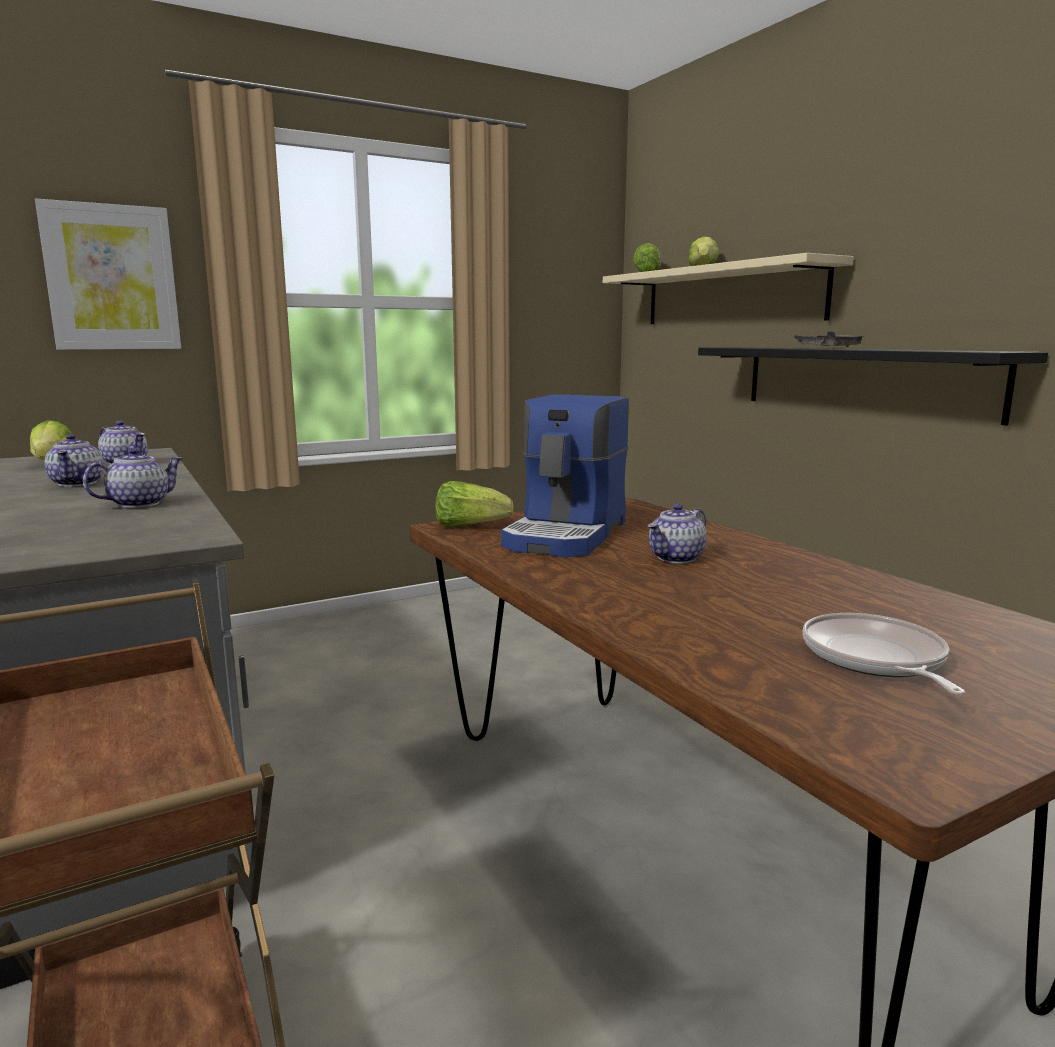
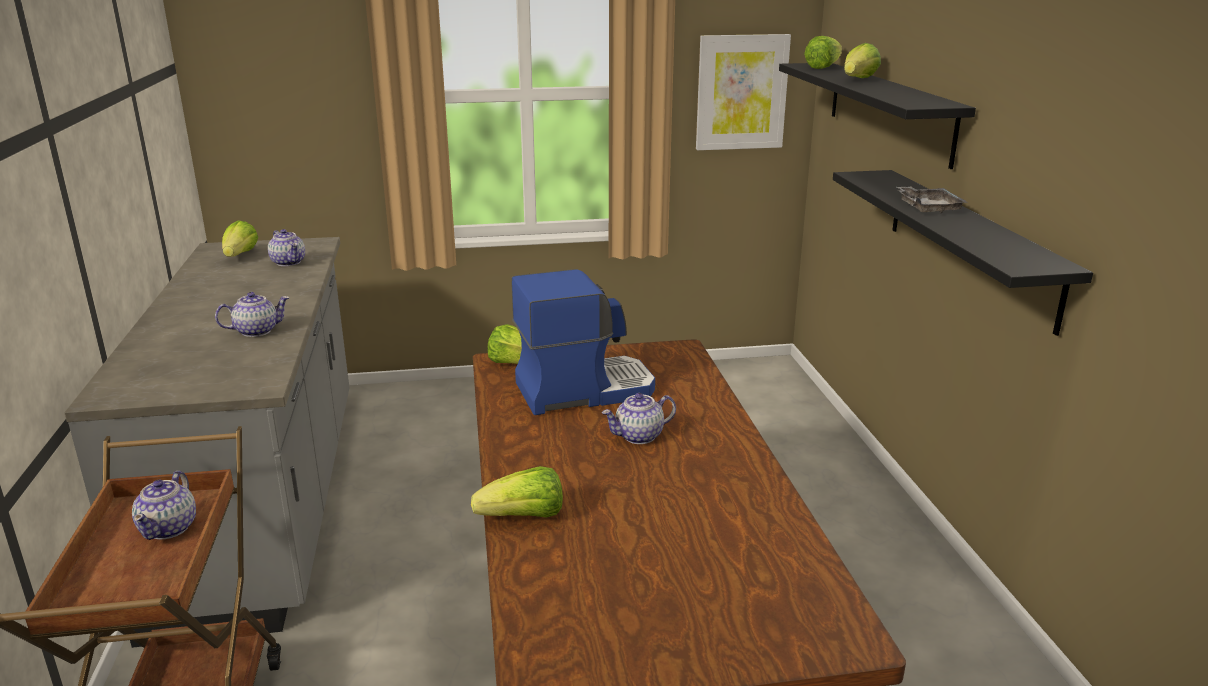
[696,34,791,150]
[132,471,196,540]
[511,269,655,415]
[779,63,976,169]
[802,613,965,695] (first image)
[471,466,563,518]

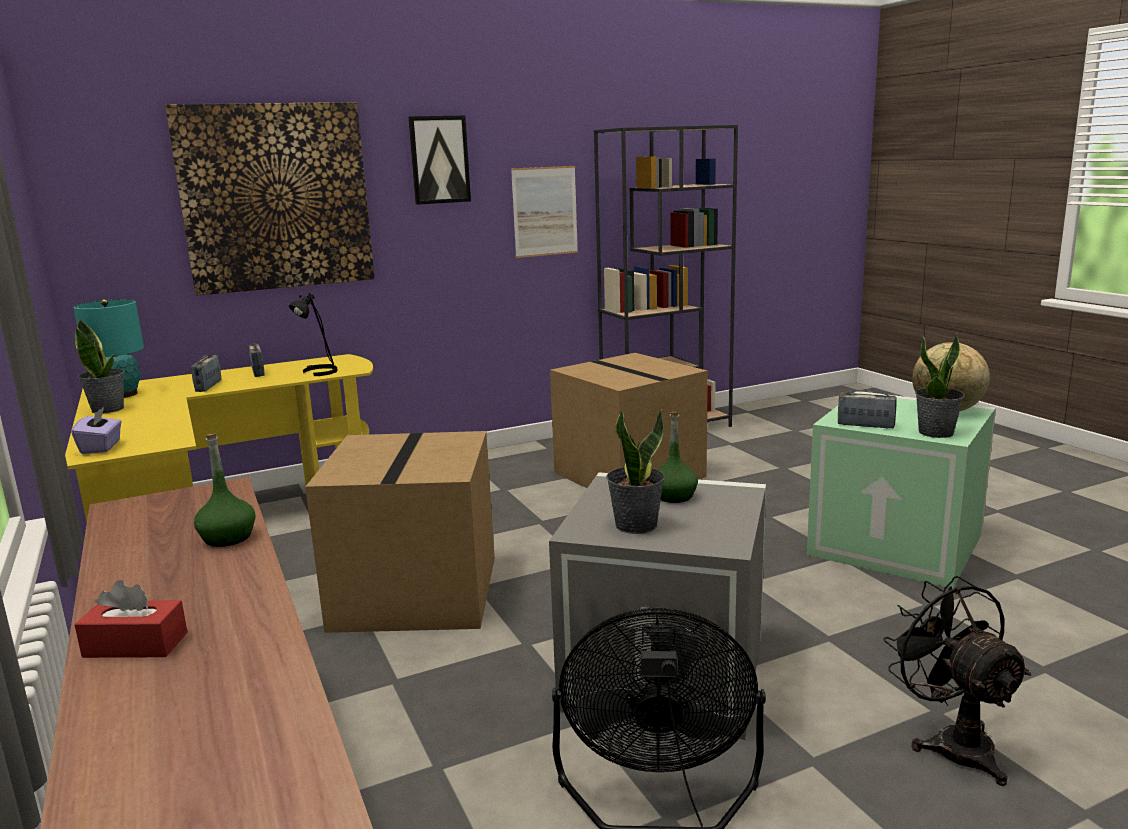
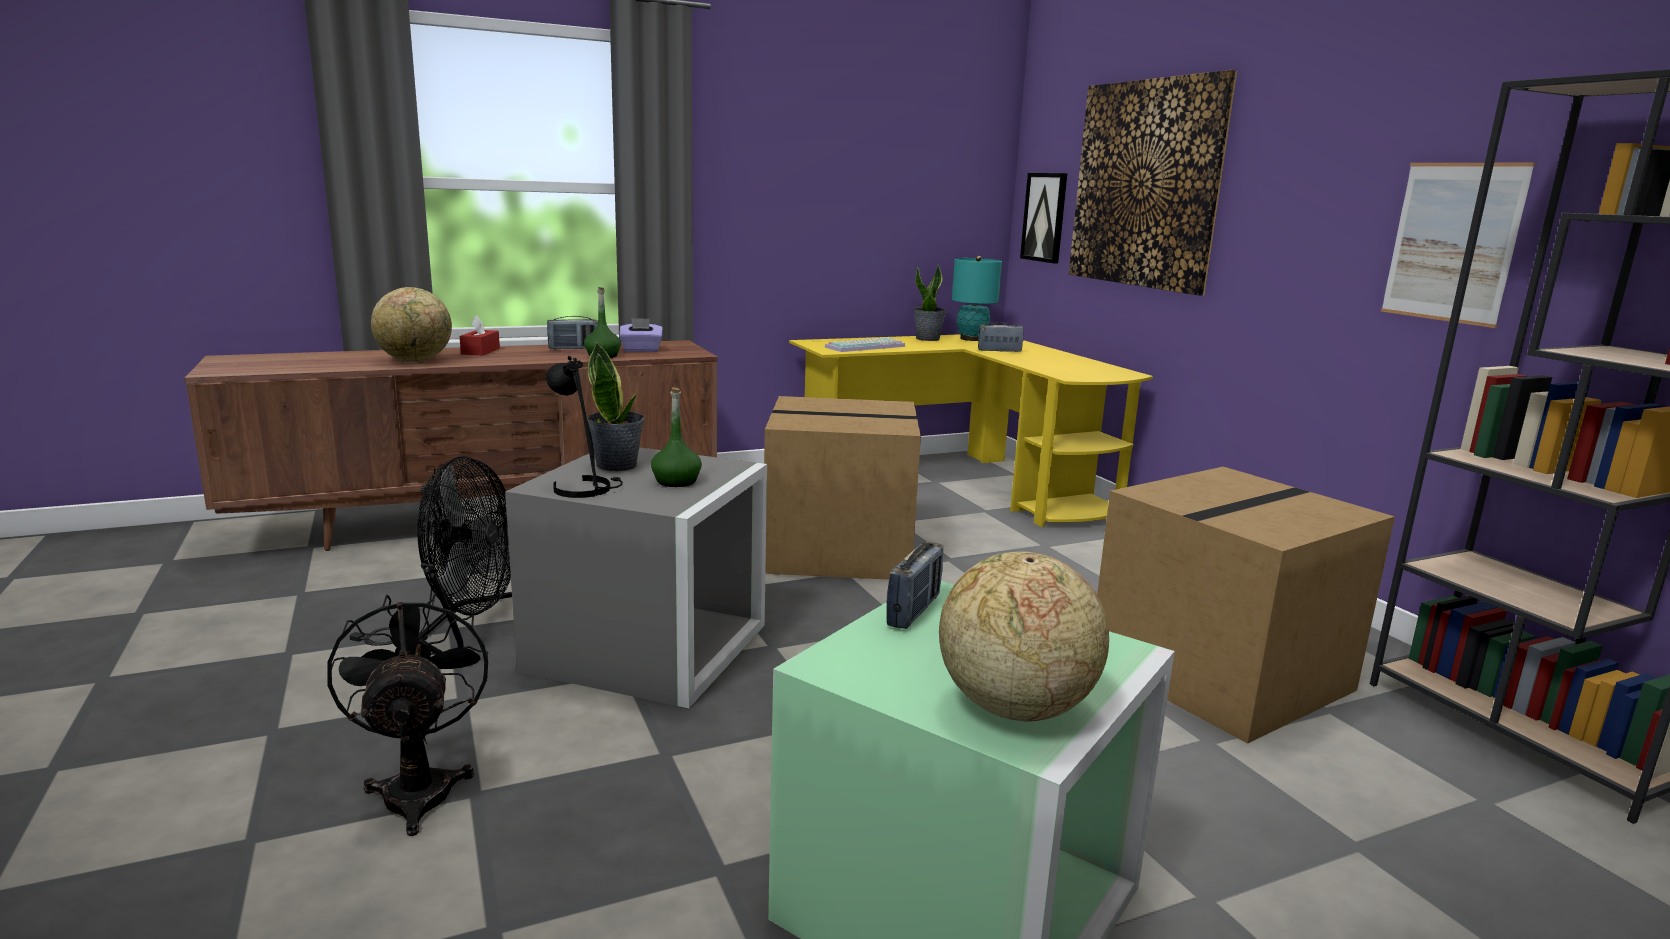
[619,318,663,352]
[547,316,598,350]
[545,356,623,498]
[1020,173,1067,263]
[327,593,488,836]
[915,332,965,438] (first image)
[371,287,452,362]
[825,338,905,352]

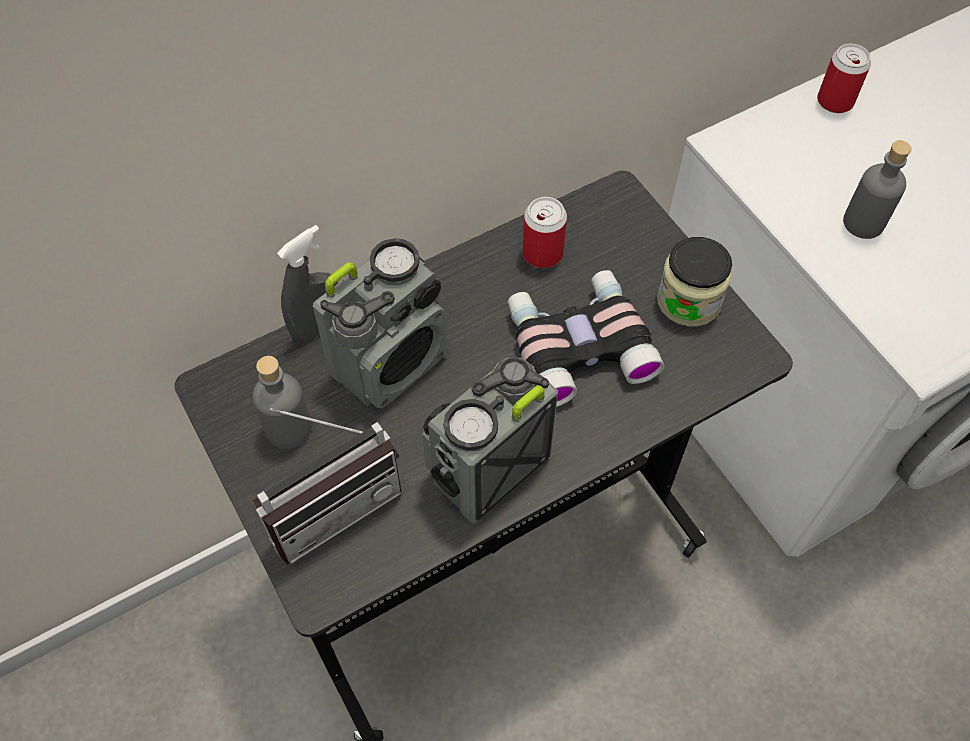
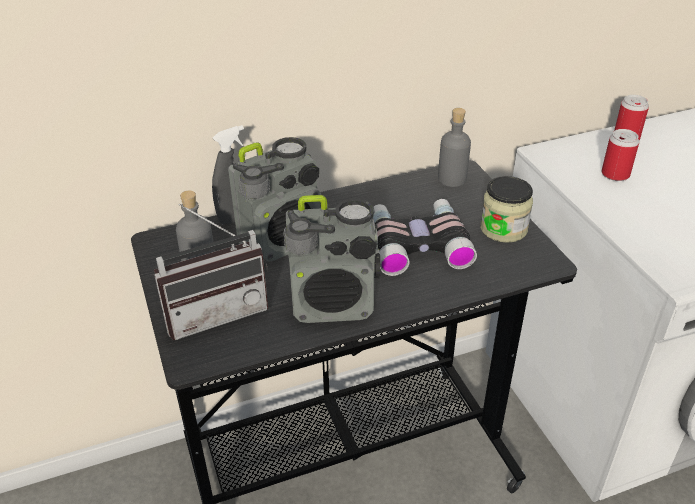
[284,195,381,323]
[602,129,639,181]
[438,108,471,187]

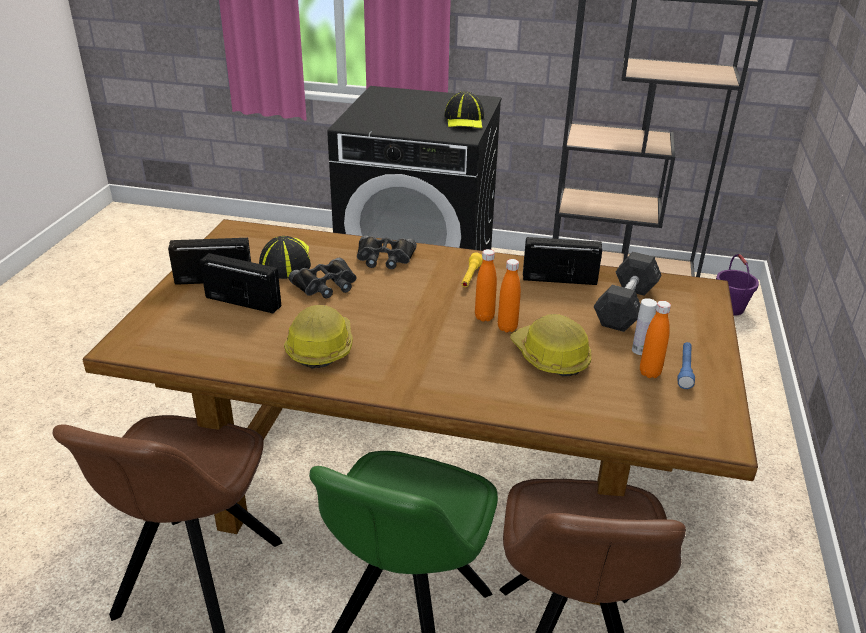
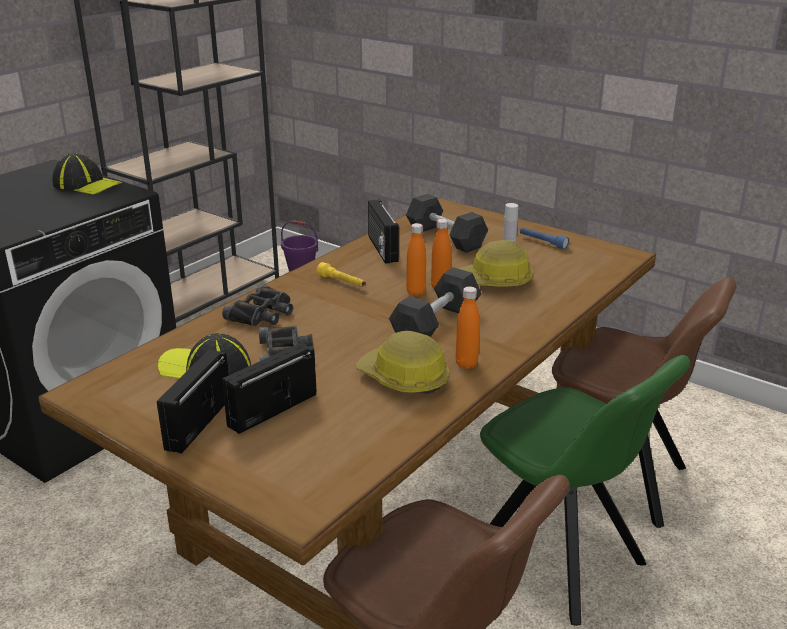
[368,200,399,264]
[455,287,480,369]
[389,267,482,337]

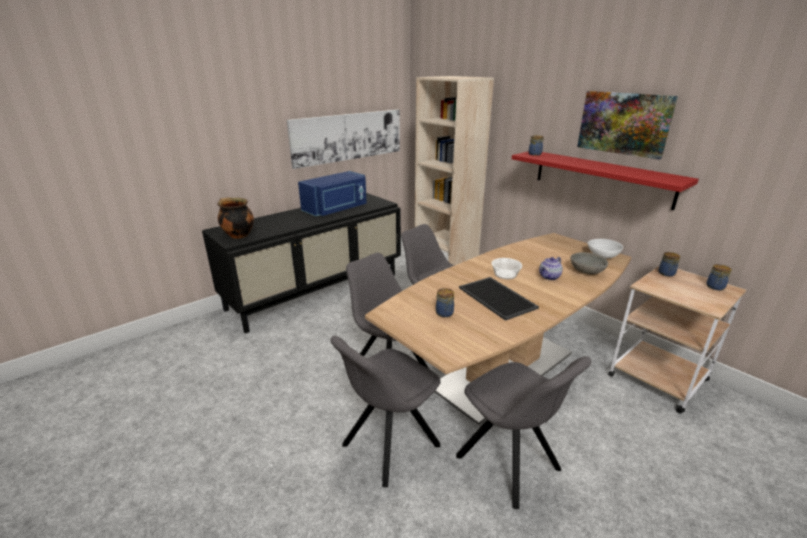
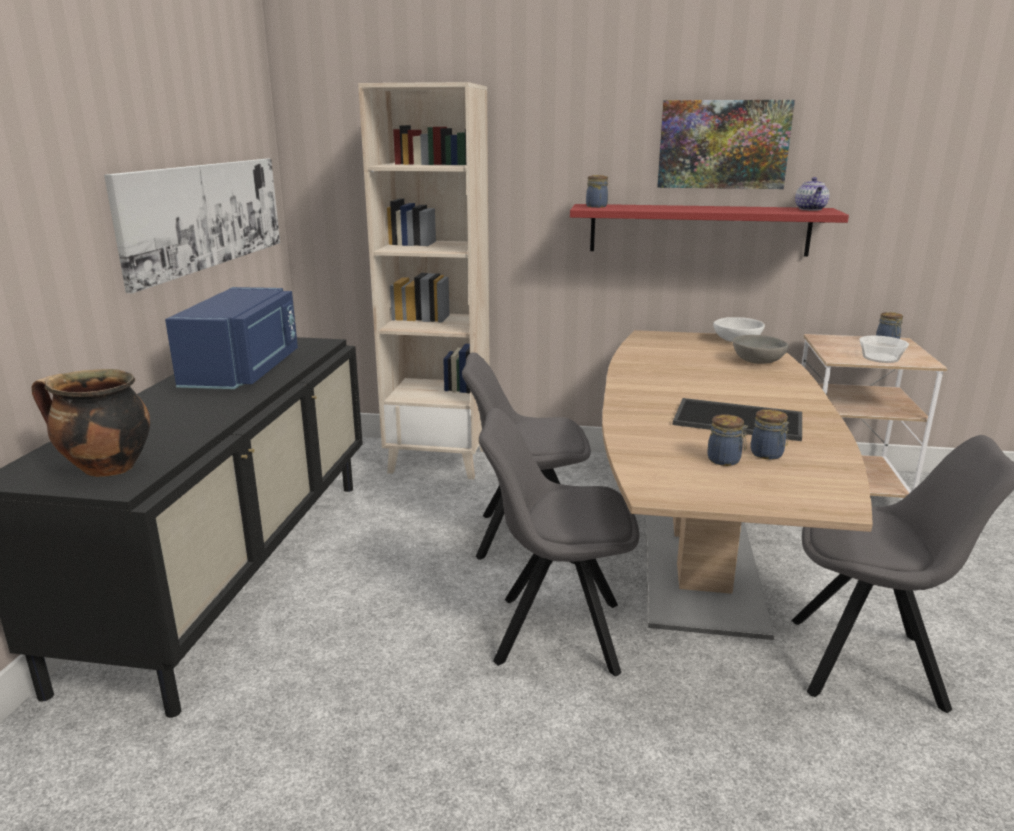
[331,336,441,487] (first image)
[859,336,909,363]
[795,177,830,211]
[751,409,789,460]

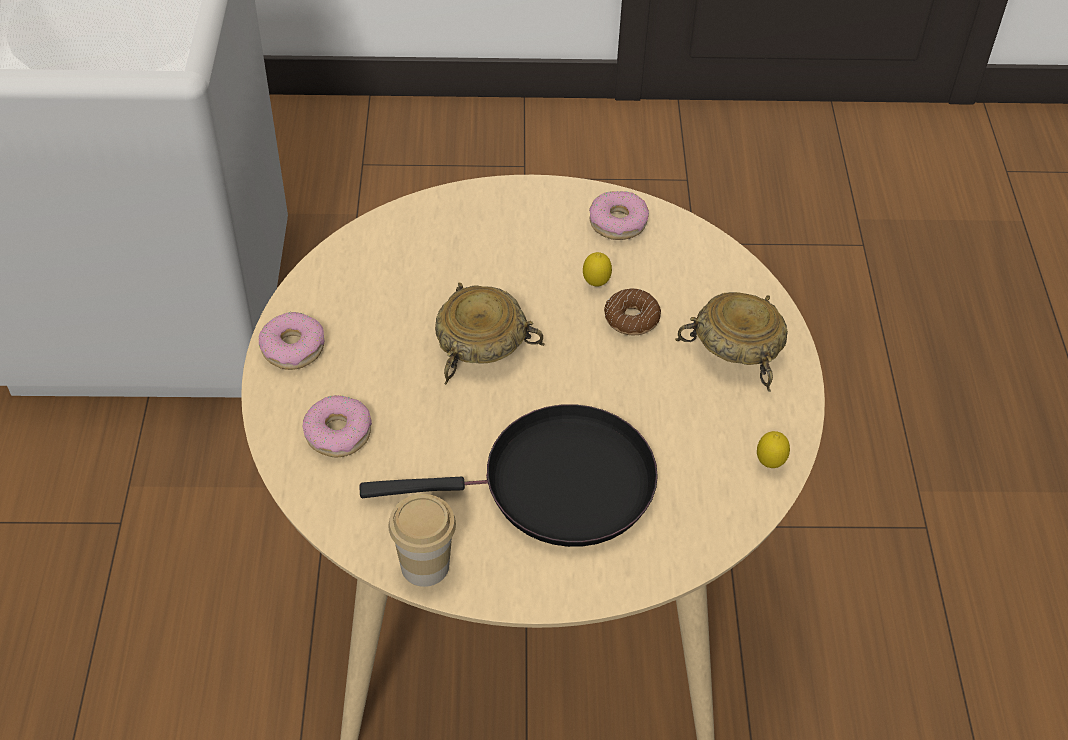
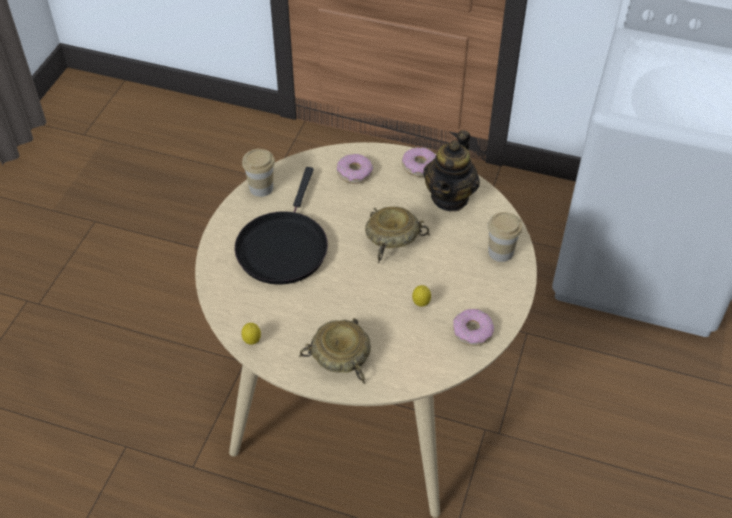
[604,288,661,335] (first image)
[423,130,480,211]
[488,212,522,262]

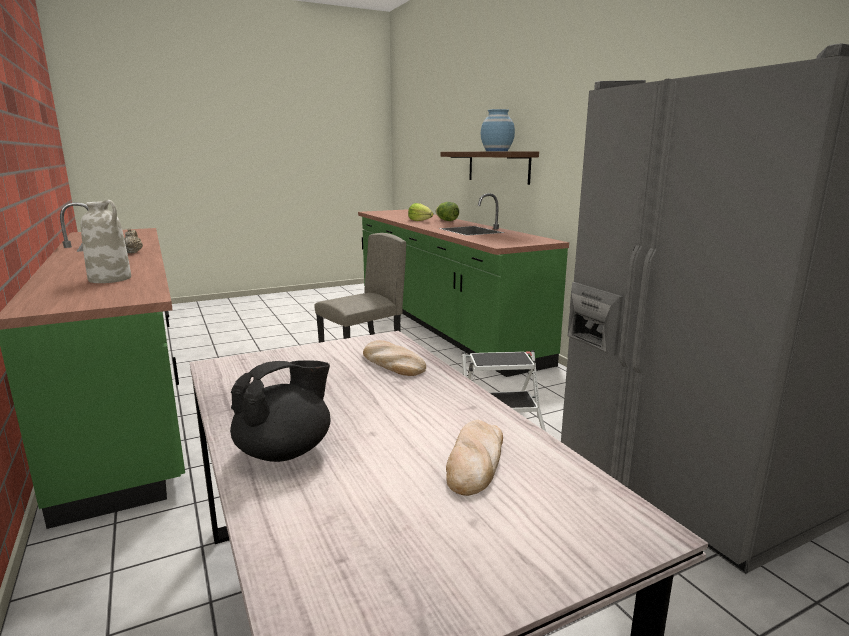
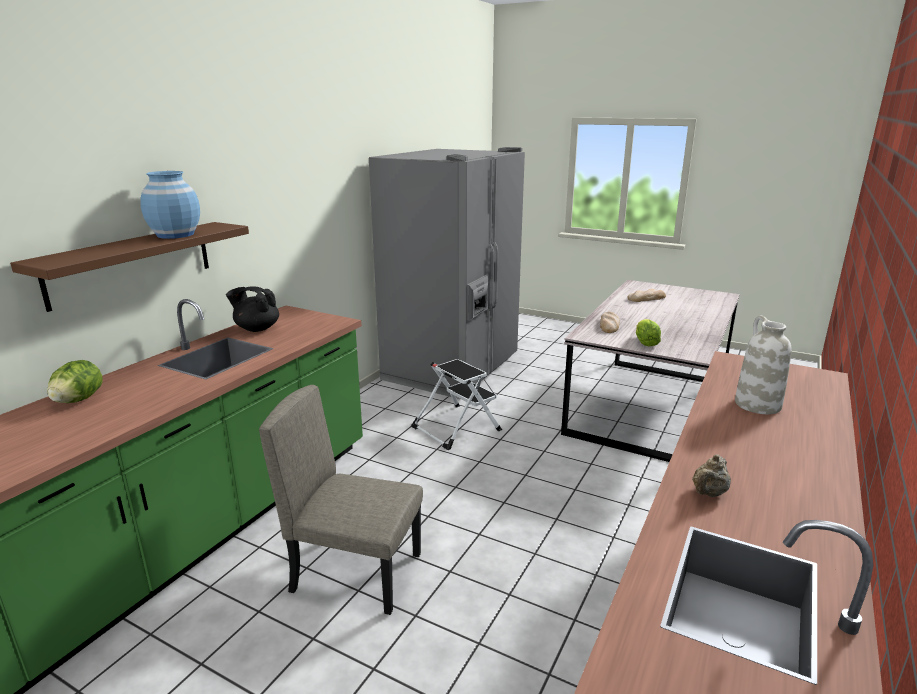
[226,286,279,332]
[636,319,661,346]

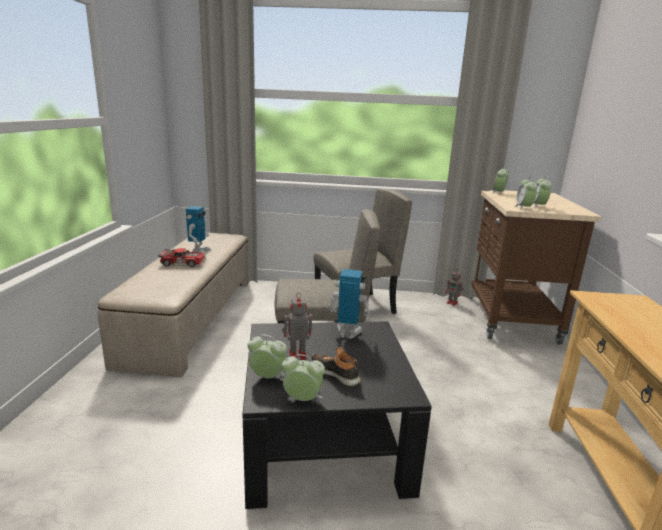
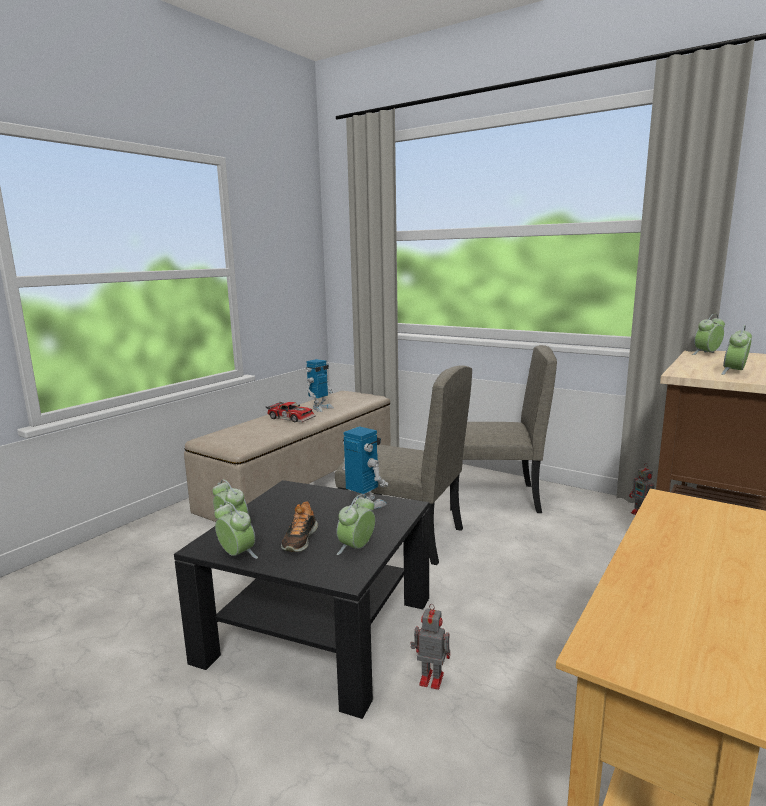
[410,604,450,690]
[281,501,318,552]
[337,494,375,555]

